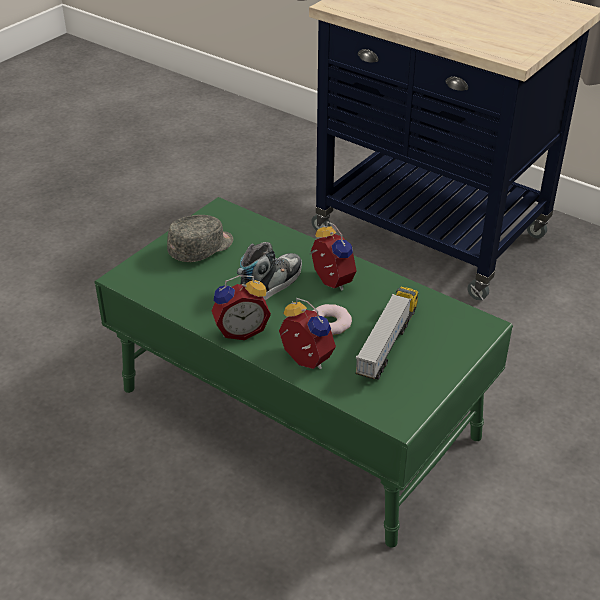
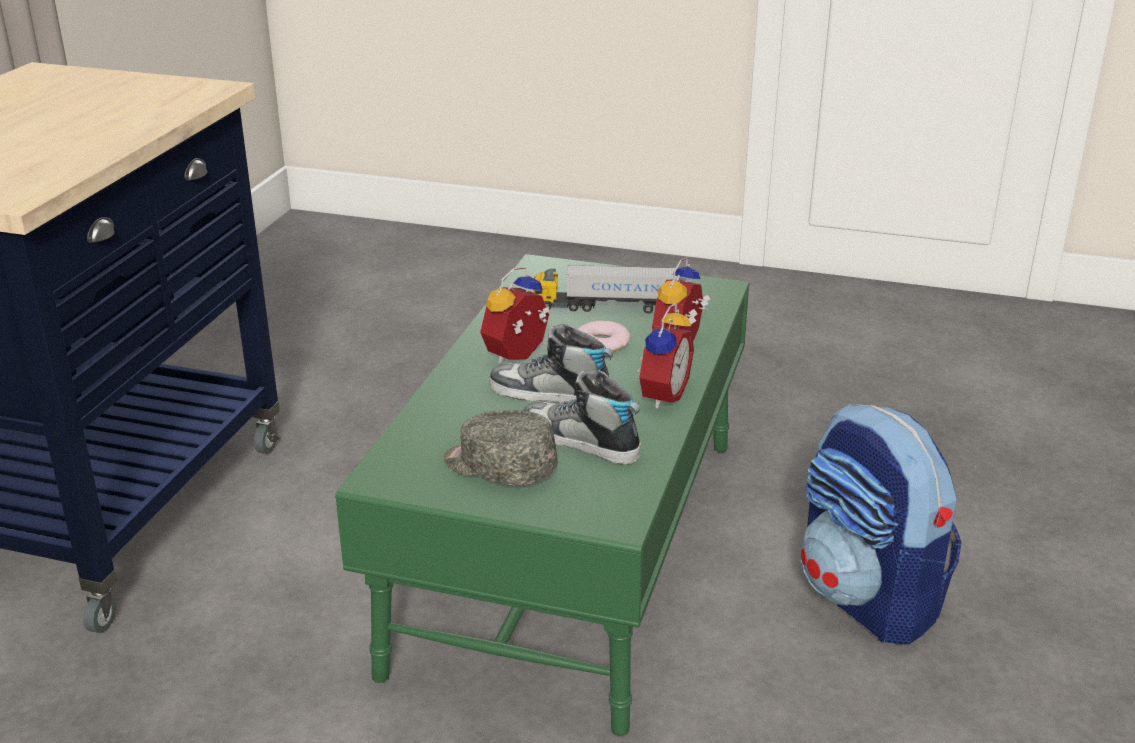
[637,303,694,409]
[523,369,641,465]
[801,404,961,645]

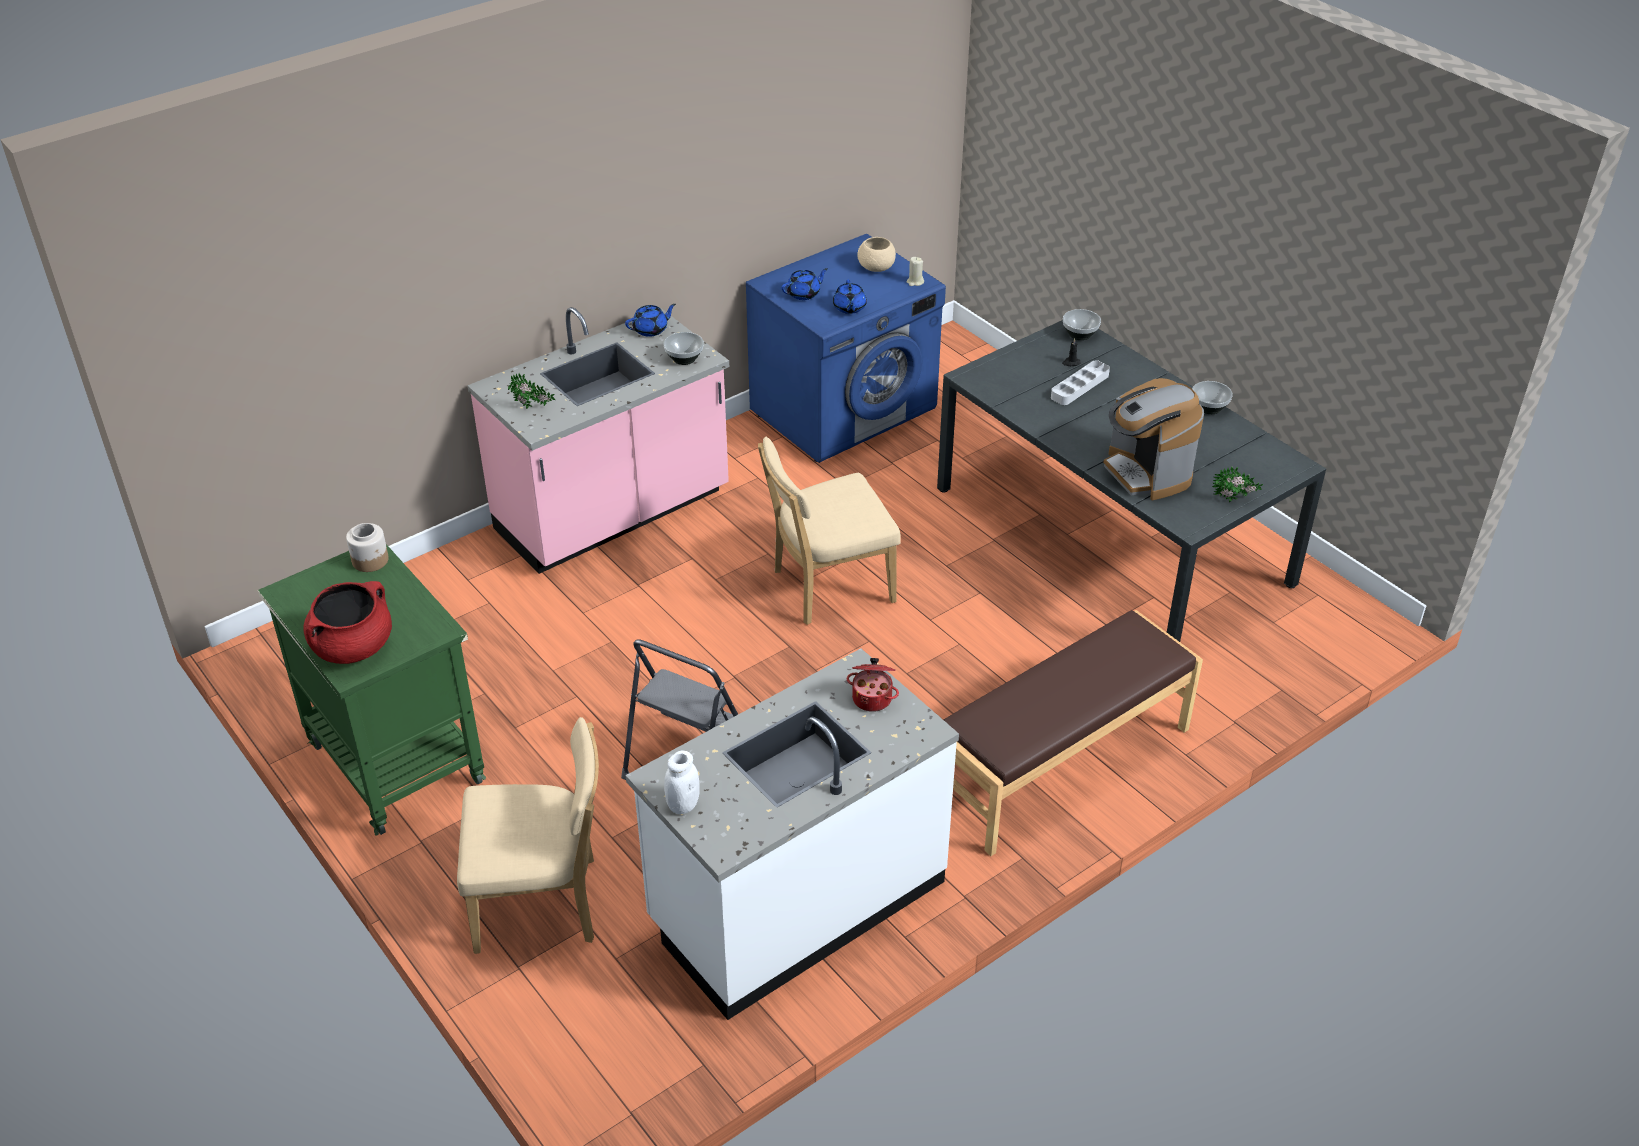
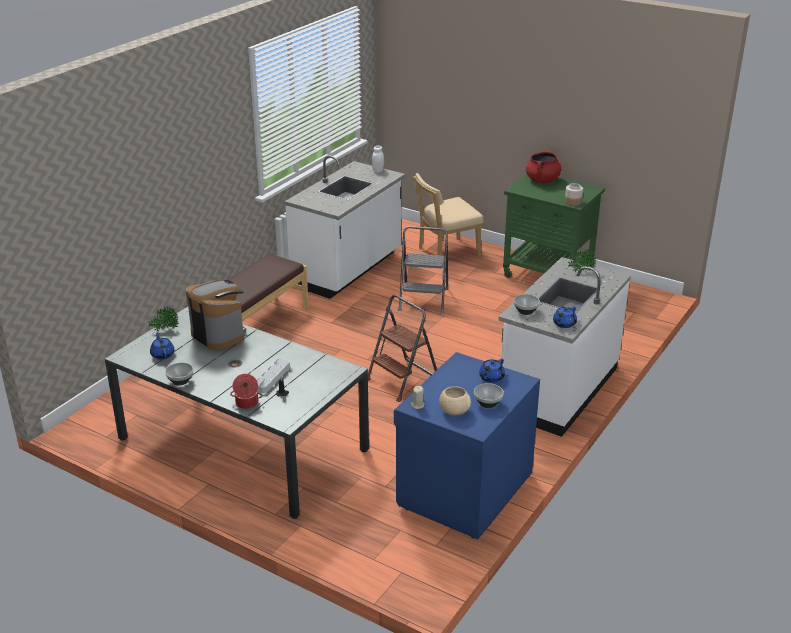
[498,257,631,437]
[368,295,437,402]
[150,333,175,359]
[230,374,262,409]
[474,383,504,408]

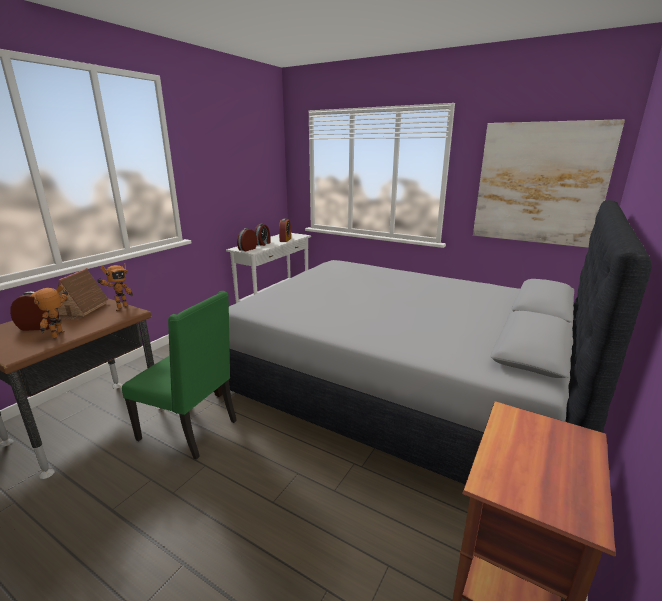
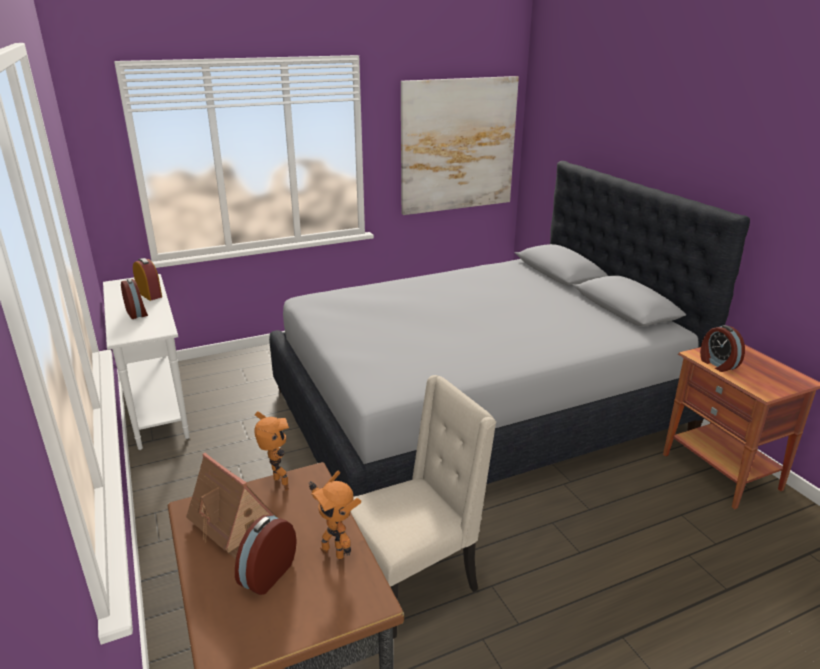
[351,375,496,639]
[700,325,745,372]

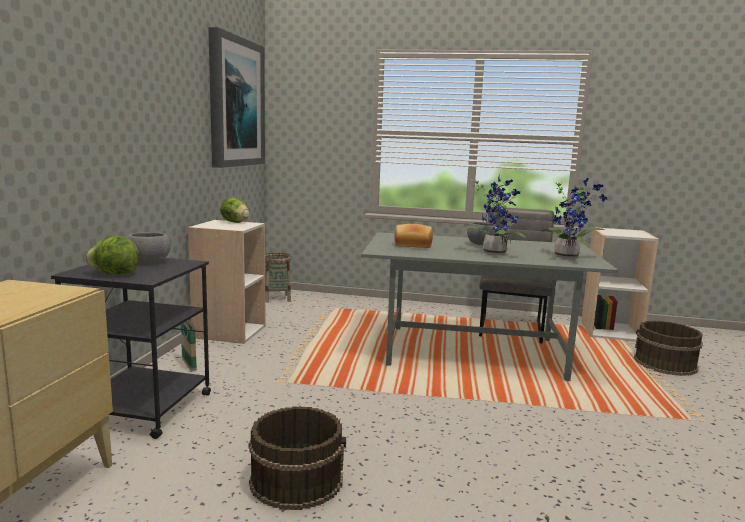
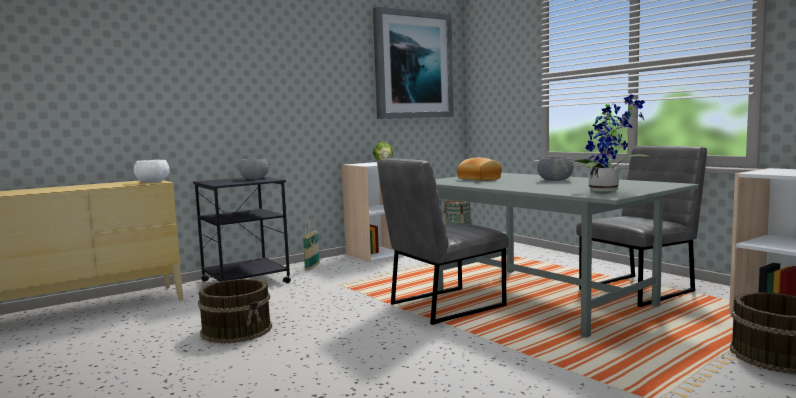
[85,236,139,274] (first image)
[459,175,526,255] (first image)
[134,160,169,183]
[377,158,509,325]

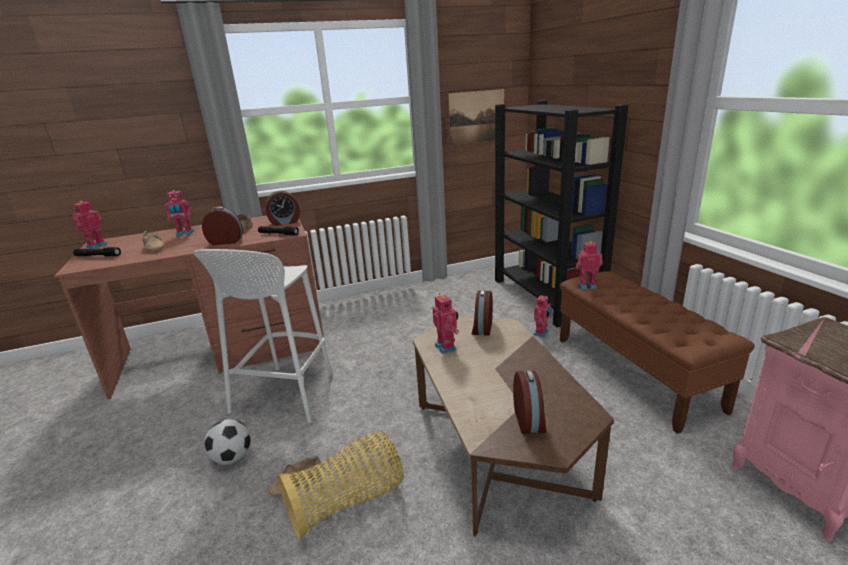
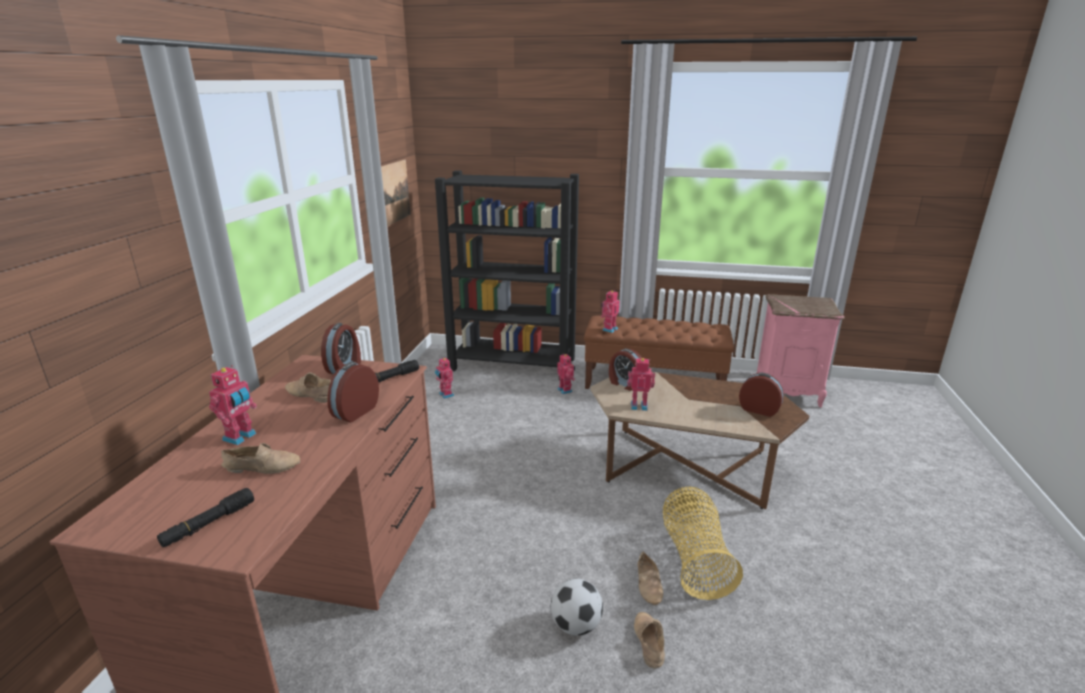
[435,358,454,399]
[193,249,333,423] (first image)
[634,612,665,669]

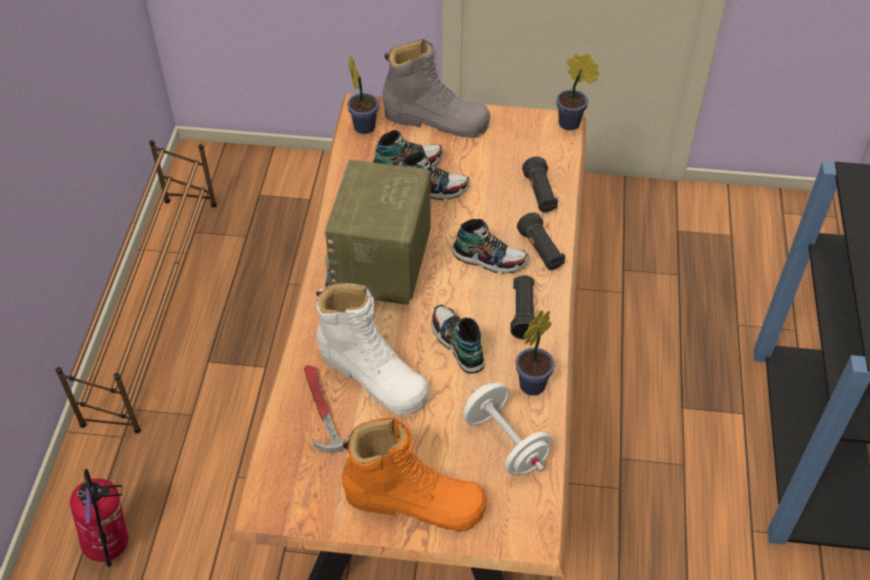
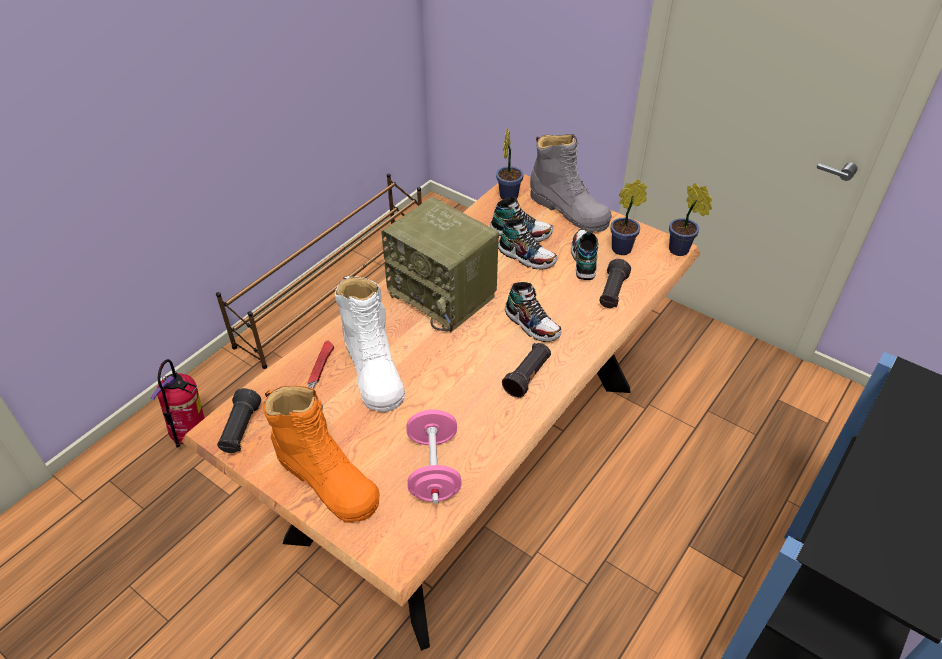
[381,197,499,332]
[571,229,598,280]
[406,409,462,504]
[610,179,647,255]
[217,388,261,453]

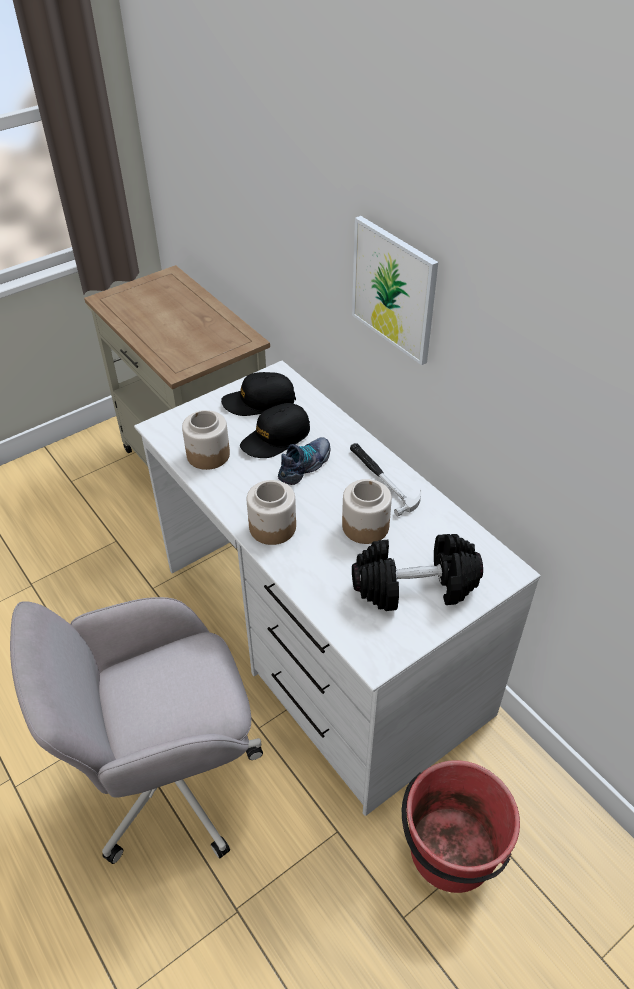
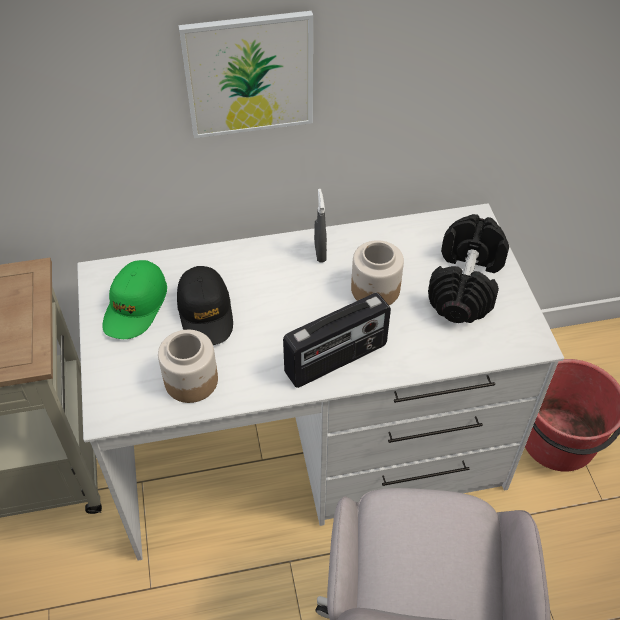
[102,260,167,339]
[283,293,391,388]
[278,437,330,485] (first image)
[314,189,327,263]

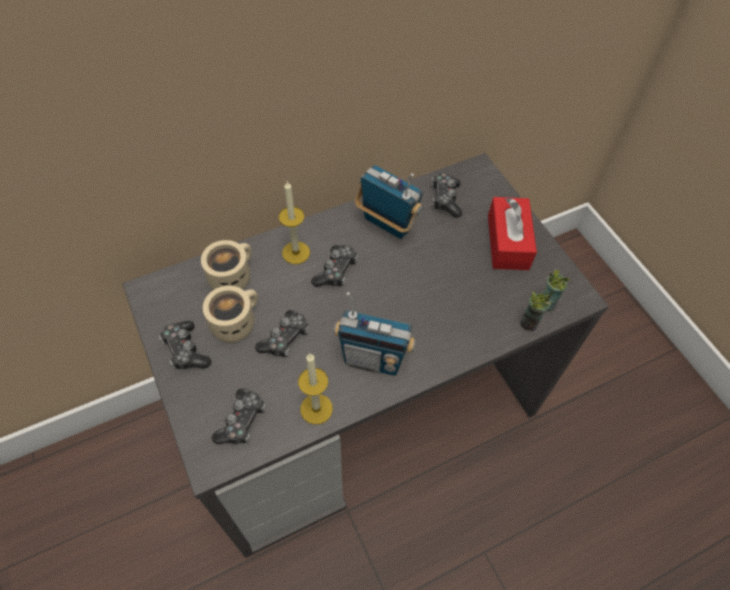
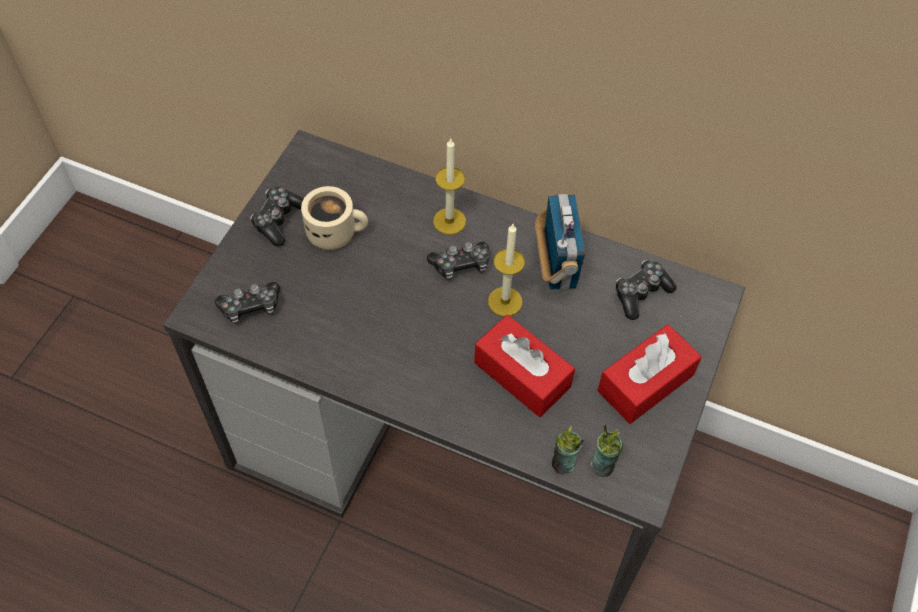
[201,240,252,290] (first image)
[255,310,309,357] (first image)
[488,224,525,316]
[333,292,416,376] (first image)
[474,315,575,417]

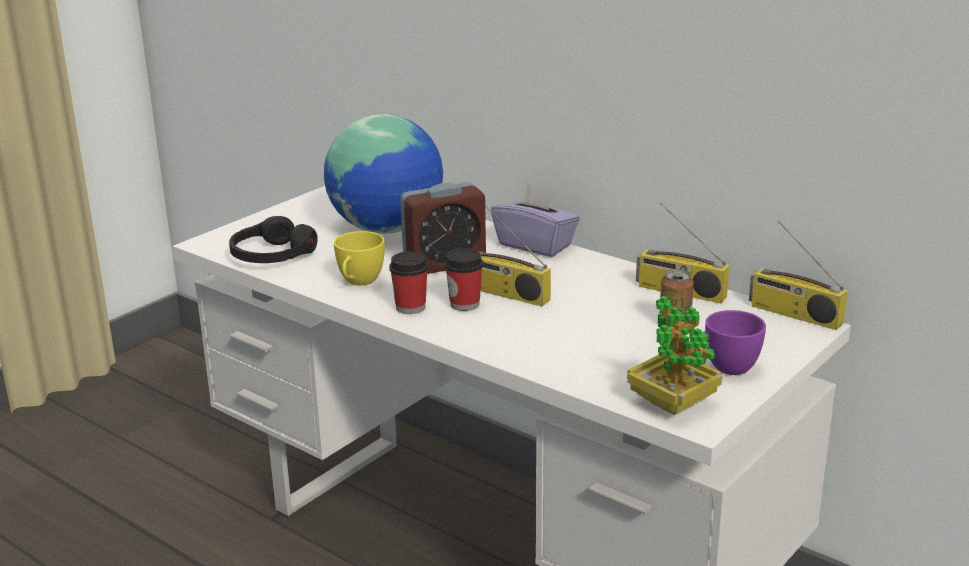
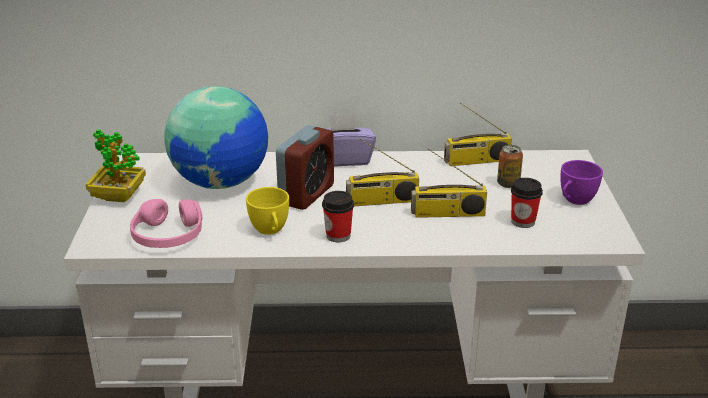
[130,199,202,248]
[511,178,543,228]
[86,129,146,202]
[411,149,487,218]

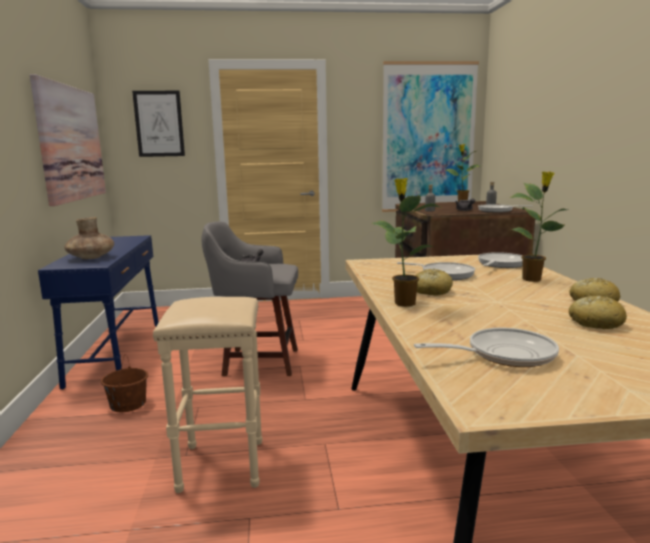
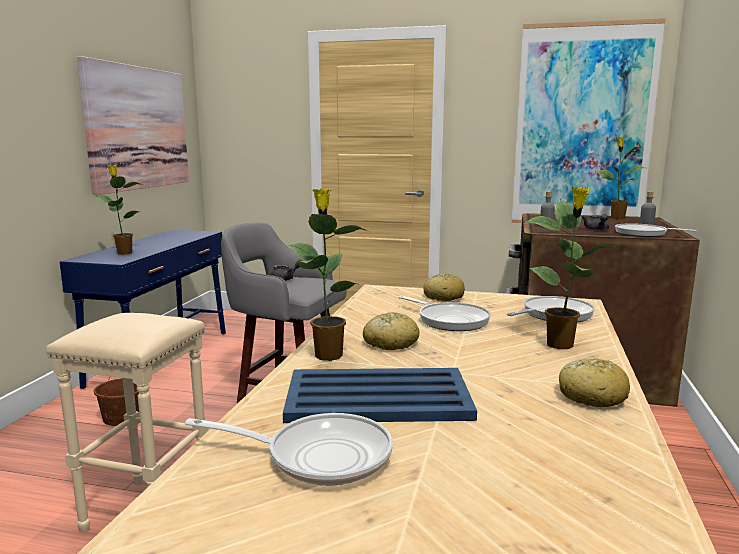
[93,165,143,255]
[132,91,185,157] (first image)
[423,274,465,301]
[283,368,477,423]

